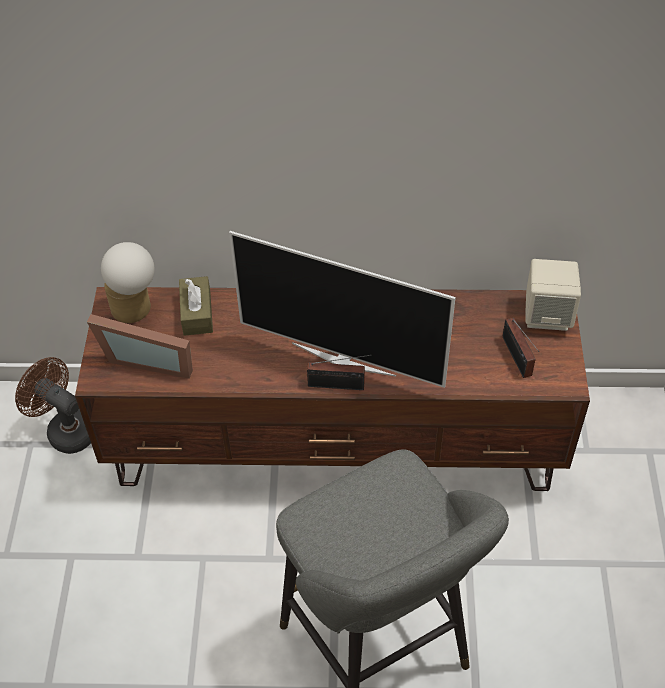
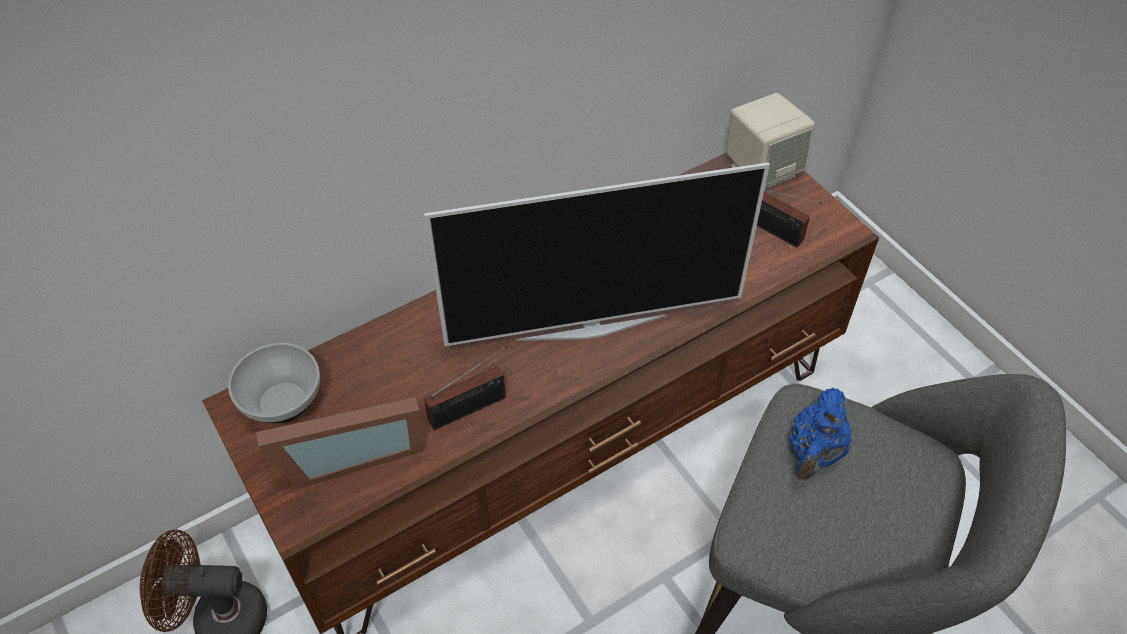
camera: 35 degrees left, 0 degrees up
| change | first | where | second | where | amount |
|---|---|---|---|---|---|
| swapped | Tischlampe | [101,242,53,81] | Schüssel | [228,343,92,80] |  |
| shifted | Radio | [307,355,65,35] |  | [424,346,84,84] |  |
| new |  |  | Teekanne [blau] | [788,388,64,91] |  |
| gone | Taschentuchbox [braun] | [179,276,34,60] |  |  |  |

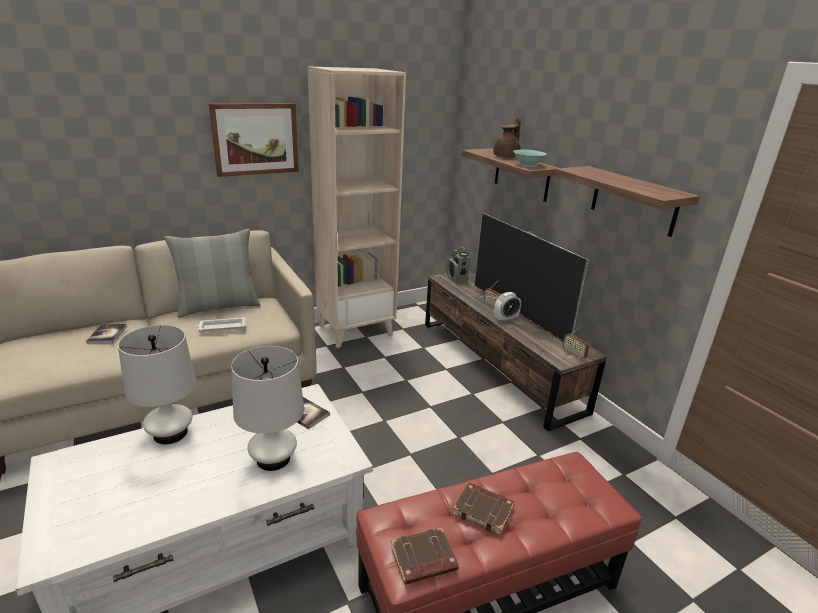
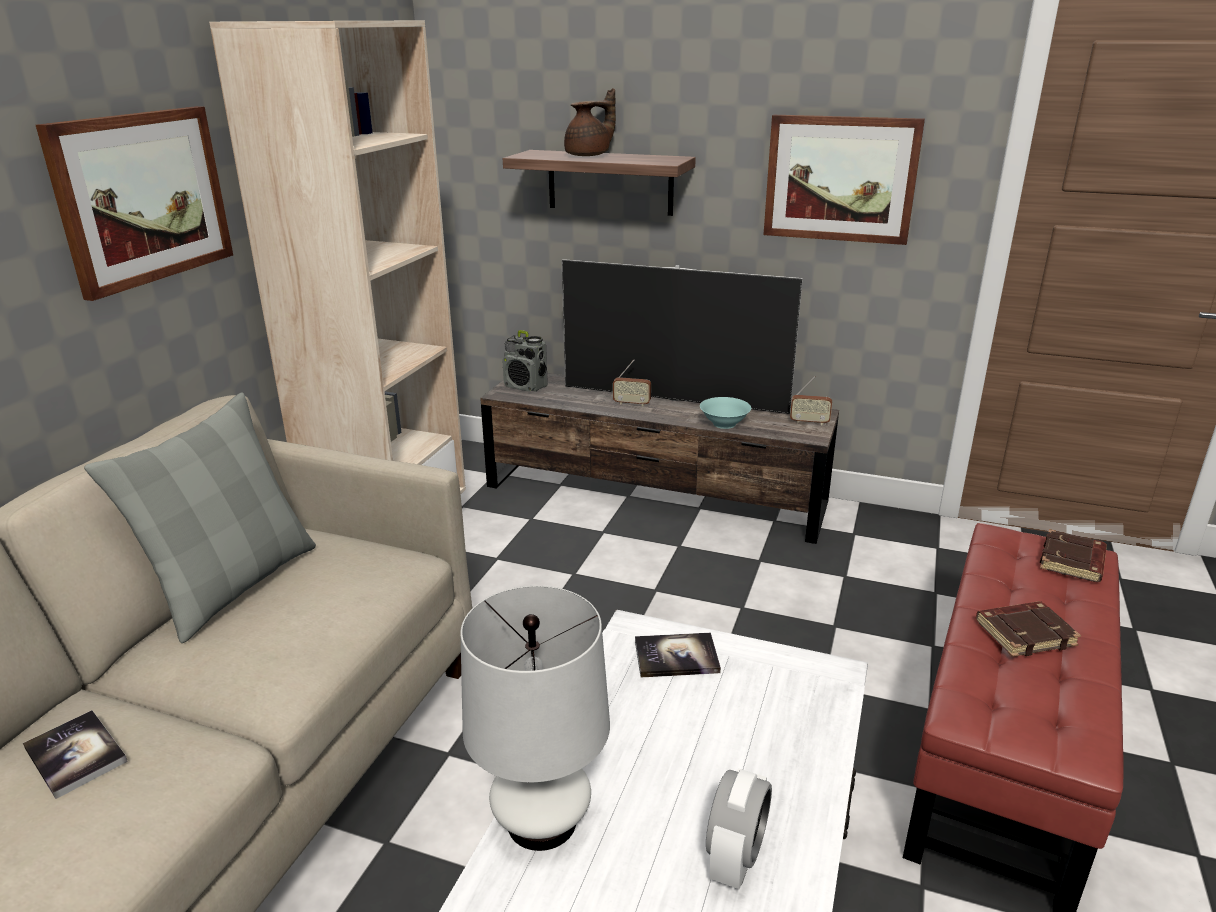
camera: 40 degrees left, 0 degrees up
| change | first | where | second | where | amount |
|---|---|---|---|---|---|
| rotated | Teekanne [braun] | [493,117,28,41] |  | [564,88,52,68] | 60 degrees clockwise |
| shifted | Schüssel [türkis] | [513,150,33,17] |  | [700,397,51,32] |  |
| shifted | Wecker | [494,292,27,30] |  | [706,768,66,121] |  |
| swapped | Wandregal | [554,166,146,71] | Bild | [763,115,162,130] |  |
| shifted | Buch [braun] | [391,528,68,57] |  | [1040,529,67,53] |  |
| gone | Tablett [weiß] | [197,317,49,15] |  |  |  |
| gone | Tischlampe [weiß] | [231,346,73,125] |  |  |  |

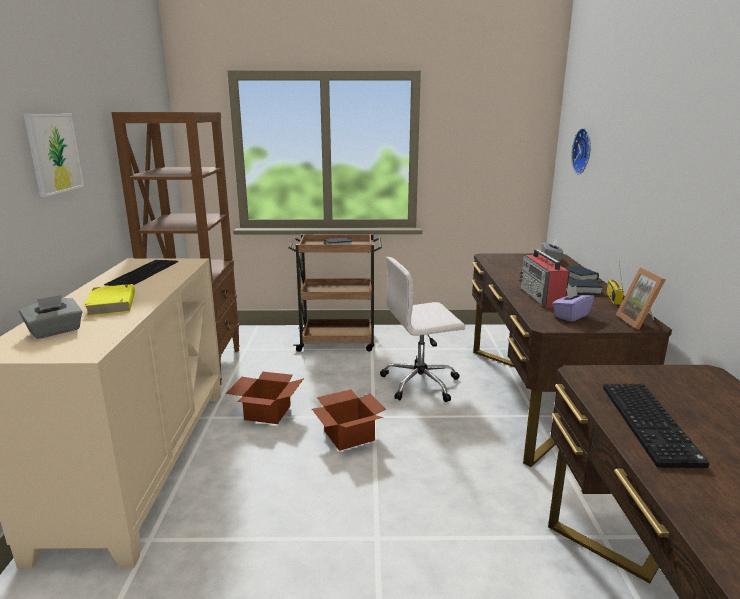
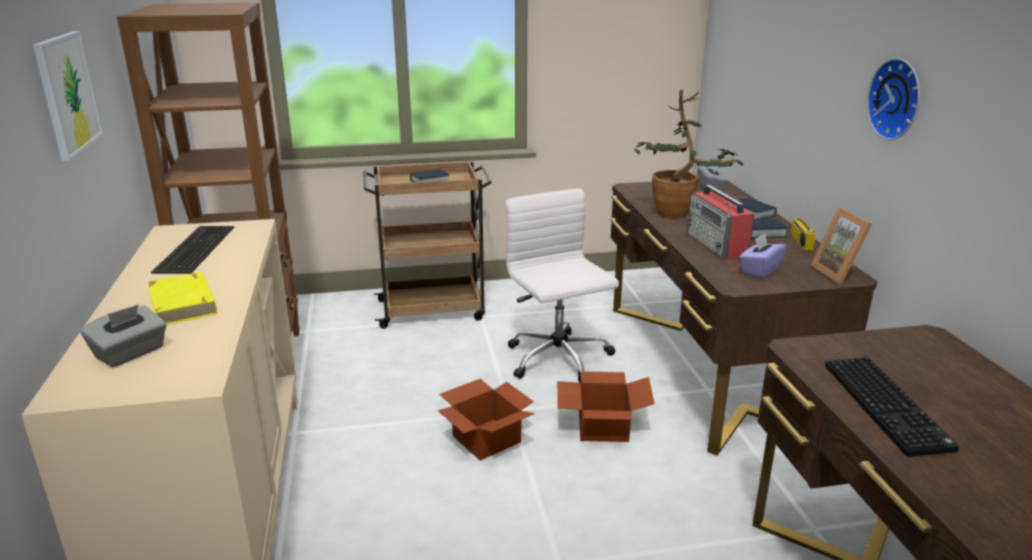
camera: 10 degrees left, 5 degrees up
| change | first | where | second | where | amount |
|---|---|---|---|---|---|
| rotated | Bürostuhl [weiß] | [380,257,85,145] |  | [506,189,113,194] | 90 degrees clockwise |
| shifted | Karton | [226,372,78,52] |  | [557,371,98,71] |  |
| new |  |  | Topfpflanze | [634,89,109,130] |  |
| shifted | Wanduhr | [571,128,20,47] |  | [867,58,53,82] |  |

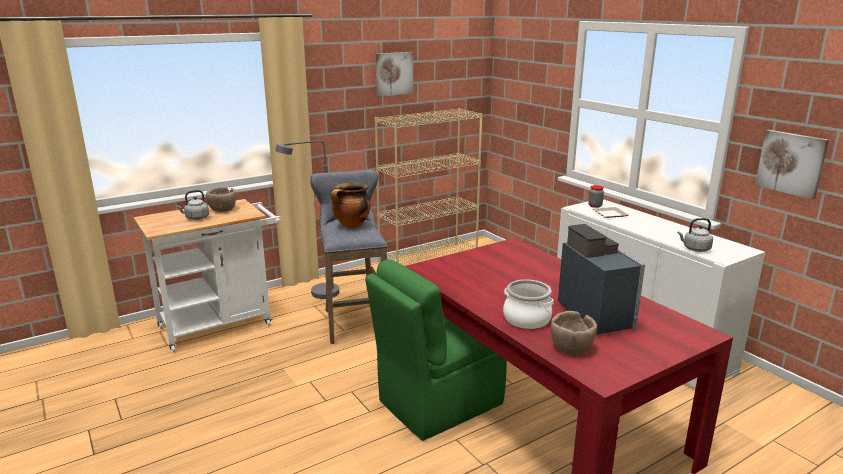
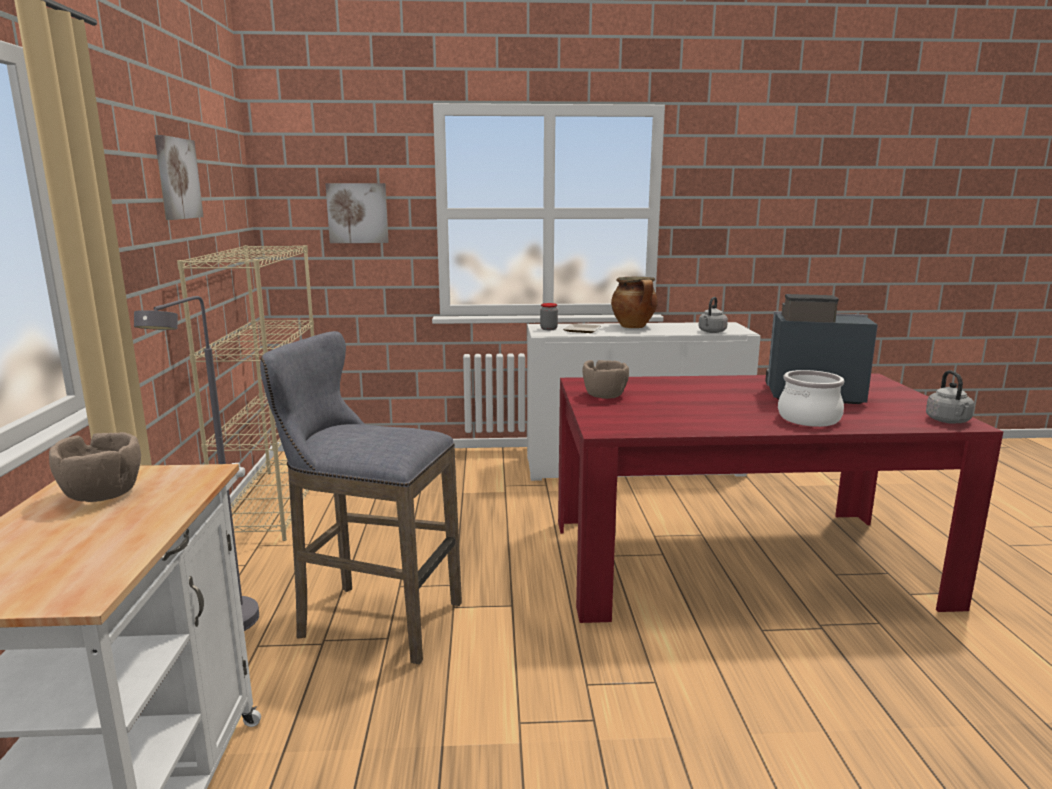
camera: 60 degrees left, 5 degrees down
| change | first | where | second | where | amount |
|---|---|---|---|---|---|
| shifted | Bild | [755,130,74,70] |  | [325,183,64,60] |  |
| shifted | Schüssel [braun] | [551,311,46,44] |  | [582,360,47,39] |  |
| shifted | Kochtopf | [331,182,40,46] |  | [611,277,47,51] |  |
| shifted | Wasserkessel [grau] | [176,190,33,30] |  | [926,370,48,54] |  |
| gone | Stuhl [grün] | [365,259,142,182] |  |  |  |

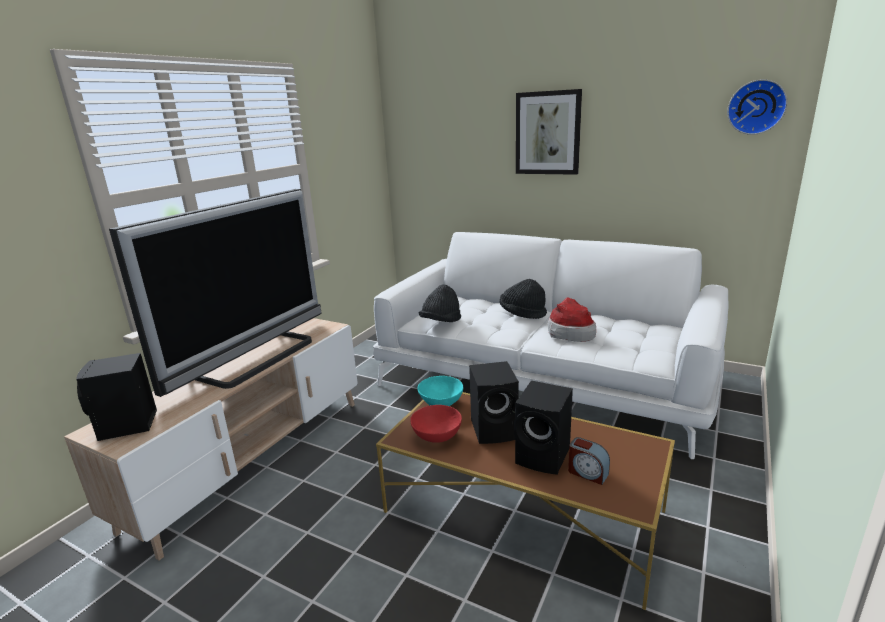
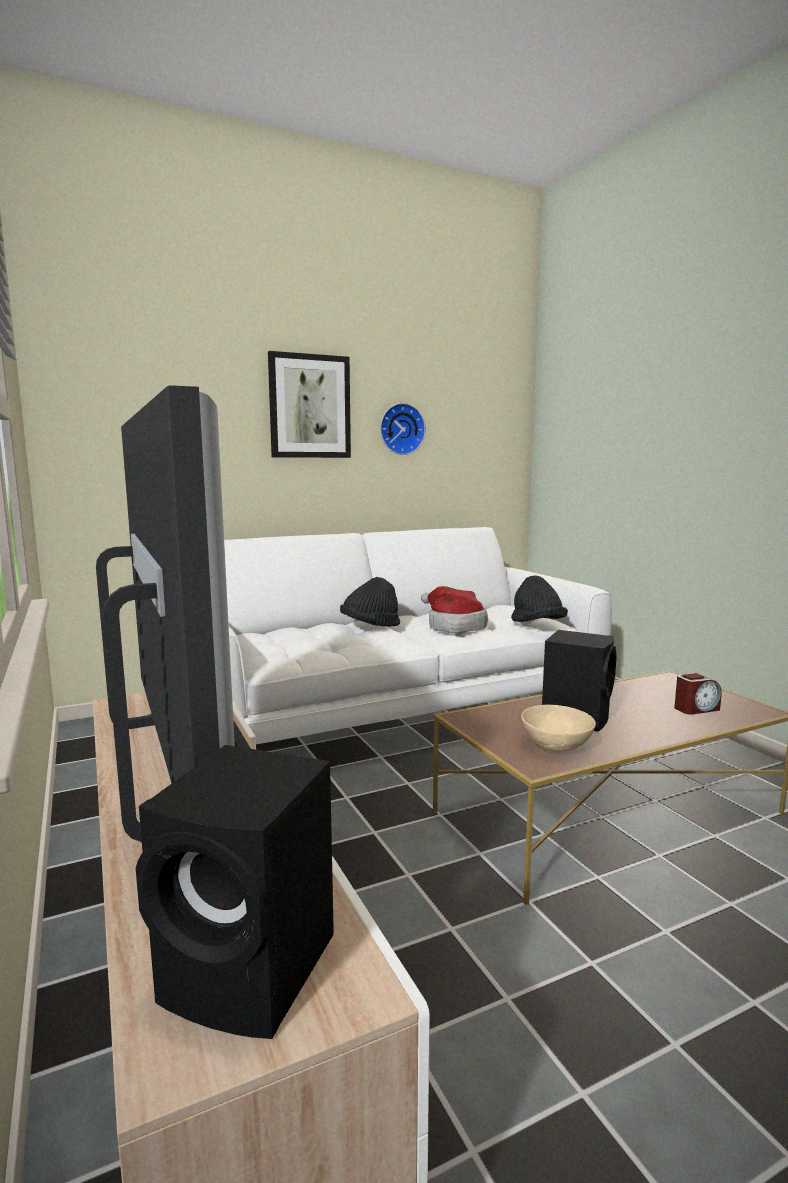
camera: 55 degrees left, 10 degrees down
| change | first | where | second | where | amount |
|---|---|---|---|---|---|
| shifted | Wanduhr | [727,79,60,56] |  | [380,403,46,52] |  |
| shifted | Hut [schwarz] | [418,284,43,38] |  | [511,575,57,47] |  |
| repainted | Schüssel [rot] | [410,405,52,38] | Schüssel [beige] | [521,705,75,47] |  |
| gone | Schüssel [türkis] | [417,376,46,30] |  |  |  |
| gone | Lautsprecher [schwarz] | [514,381,59,94] |  |  |  |

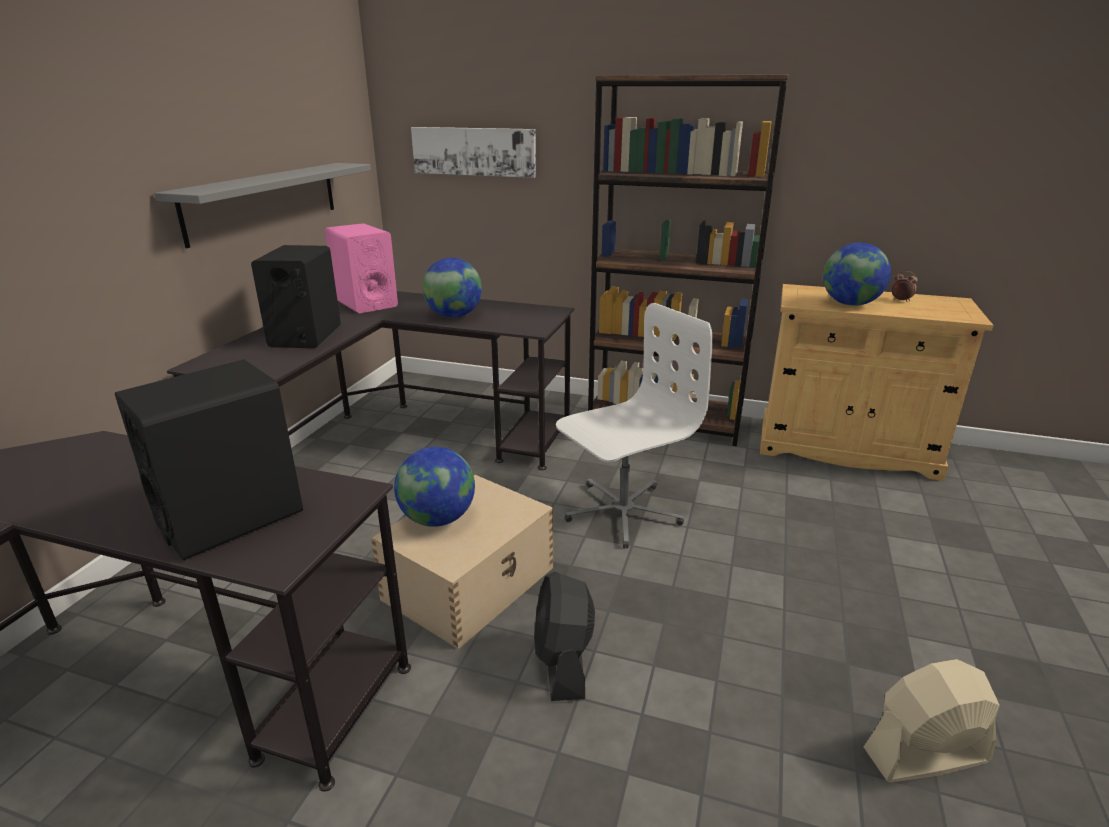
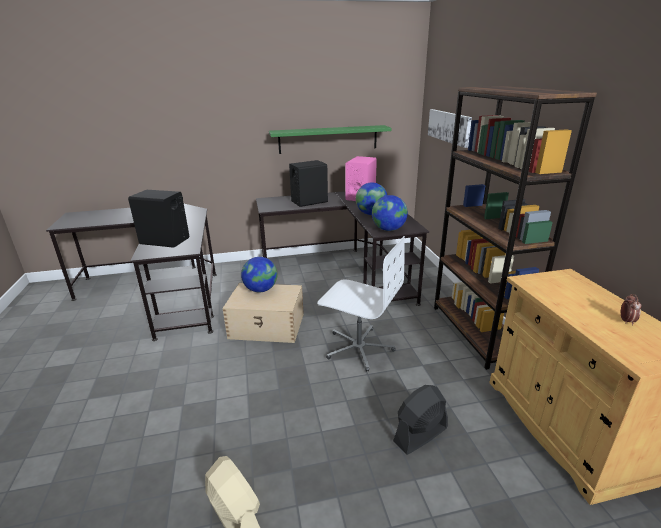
camera: 60 degrees right, 0 degrees up
| change | first | where | second | where | amount |
|---|---|---|---|---|---|
| repainted | Wandregal [grau] | [154,163,217,85] | Wandregal [grün] | [269,125,123,29] |  |
| shifted | Globus | [823,243,68,63] |  | [372,195,36,36] |  |
| shifted | Ventilator [schwarz] | [534,571,61,130] |  | [393,385,55,70] |  |

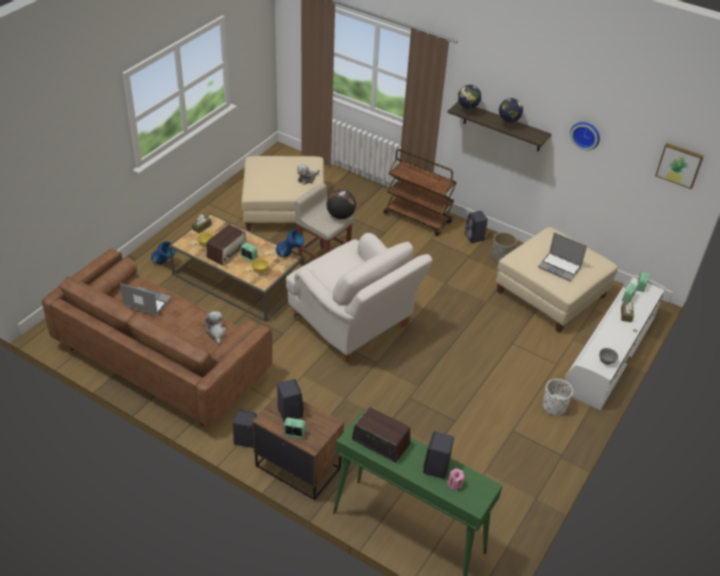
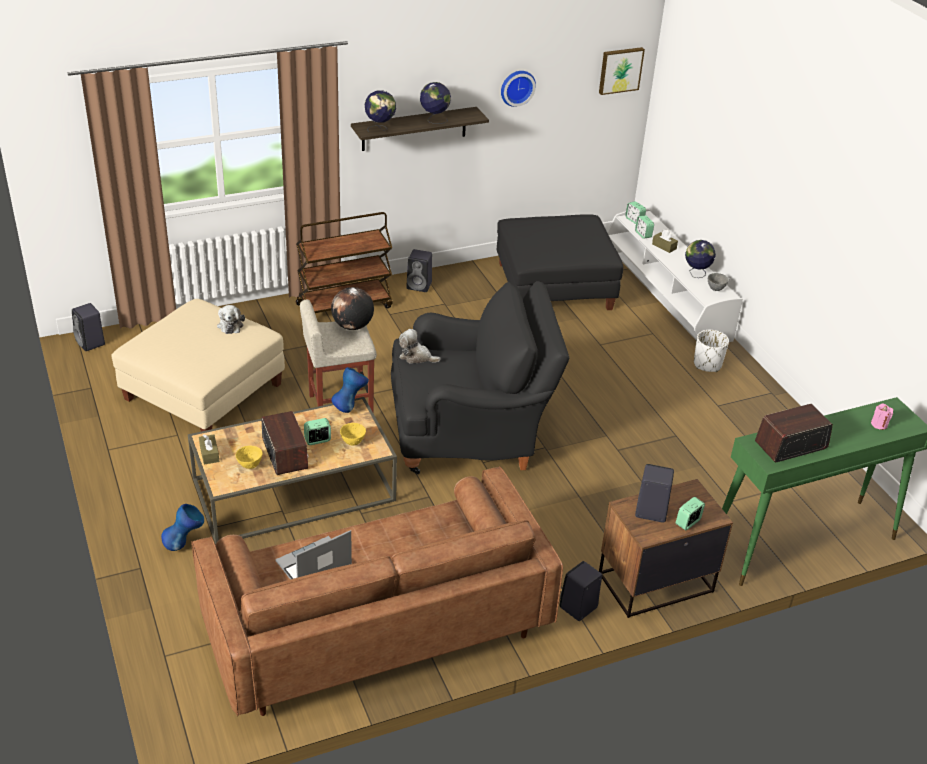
camera: 55 degrees left, 5 degrees down
| change | first | where | second | where | amount |
|---|---|---|---|---|---|
| shifted | Lautsprecher [schwarz] | [423,431,31,48] |  | [72,303,33,48] |  |
| repainted | Sessel [weiß] | [286,233,146,130] | Sessel [schwarz] | [391,281,178,193] |  |
| shifted | Plüschtier | [203,311,23,34] |  | [399,329,42,35] |  |
| repainted | Polsterhocker [beige] | [496,227,122,106] | Polsterhocker [schwarz] | [497,214,126,96] |  |
| new |  |  | Globus | [685,240,31,38] |  |
| gone | Pflanzkübel [grau] | [492,232,25,30] |  |  |  |
| gone | Laptop | [538,232,49,49] |  |  |  |

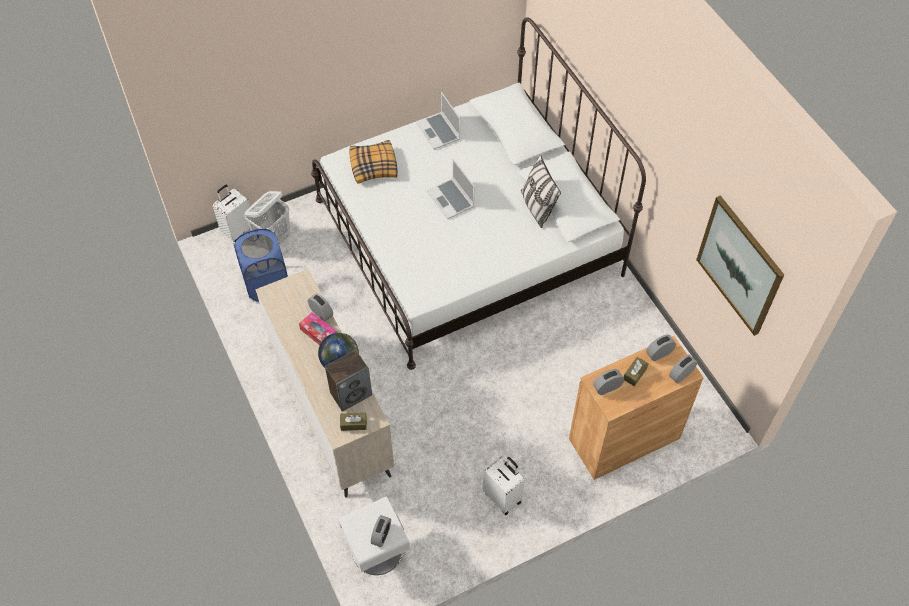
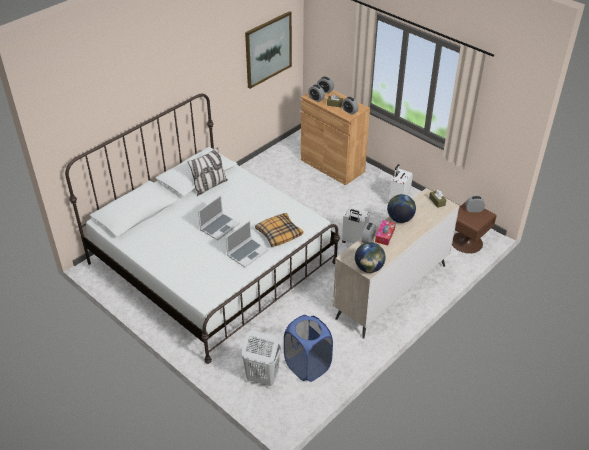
camera: 110 degrees left, 15 degrees down
| change | first | where | second | where | amount |
|---|---|---|---|---|---|
| shifted | Laptop | [416,92,44,58] |  | [226,220,42,47] |  |
| shifted | Kissen | [349,140,49,44] |  | [255,213,48,34] |  |
| shifted | Koffer [weiß] | [213,185,40,57] |  | [342,207,28,37] |  |
| new |  |  | Globus | [355,242,30,31] |  |
| repainted | Nachttisch [weiß] | [338,496,72,79] | Nachttisch [braun] | [452,202,45,51] |  |
| gone | Lautsprecher | [325,350,47,62] |  |  |  |

